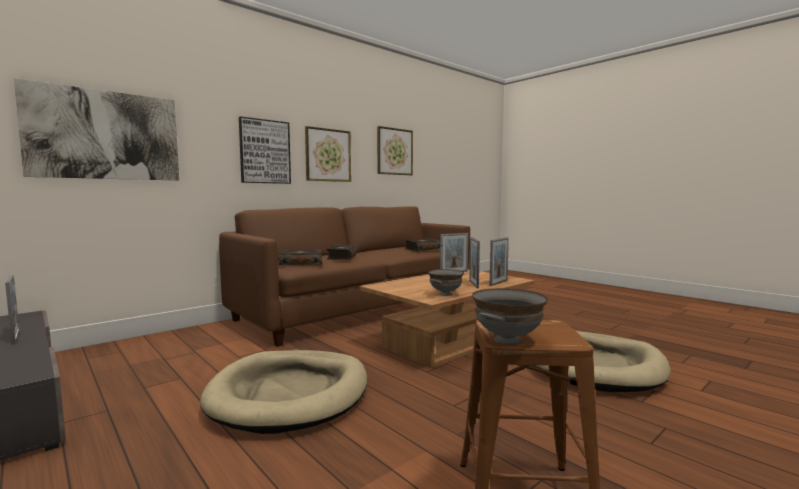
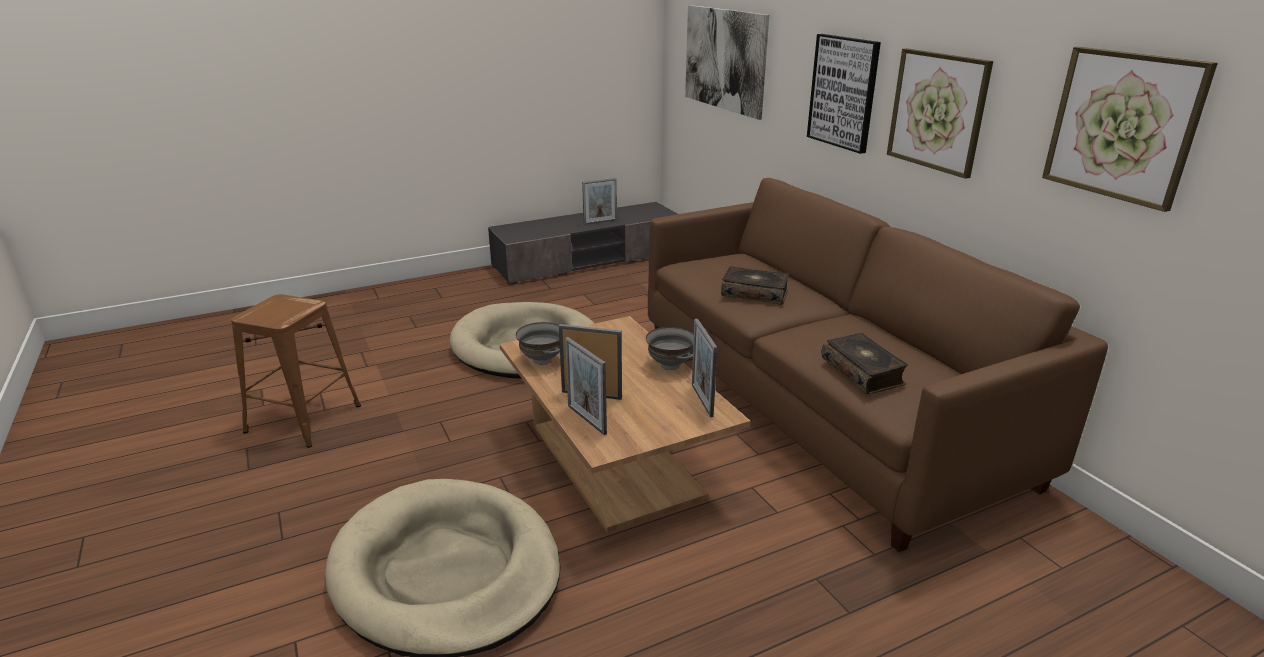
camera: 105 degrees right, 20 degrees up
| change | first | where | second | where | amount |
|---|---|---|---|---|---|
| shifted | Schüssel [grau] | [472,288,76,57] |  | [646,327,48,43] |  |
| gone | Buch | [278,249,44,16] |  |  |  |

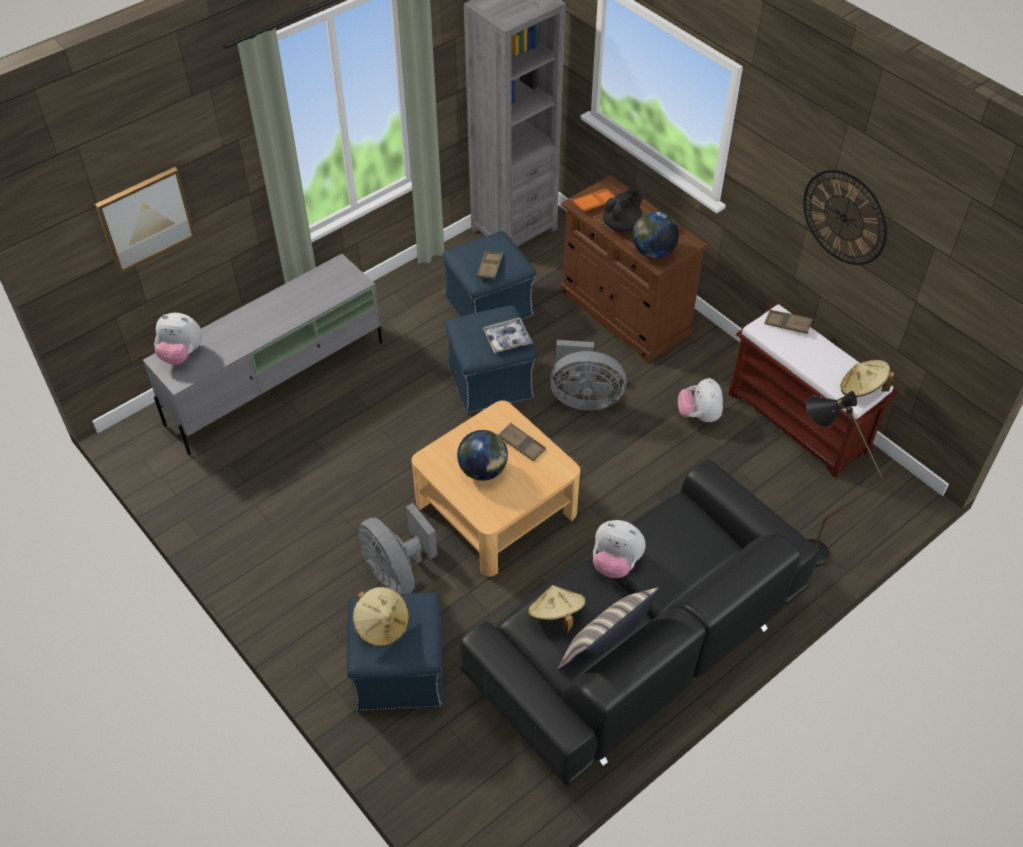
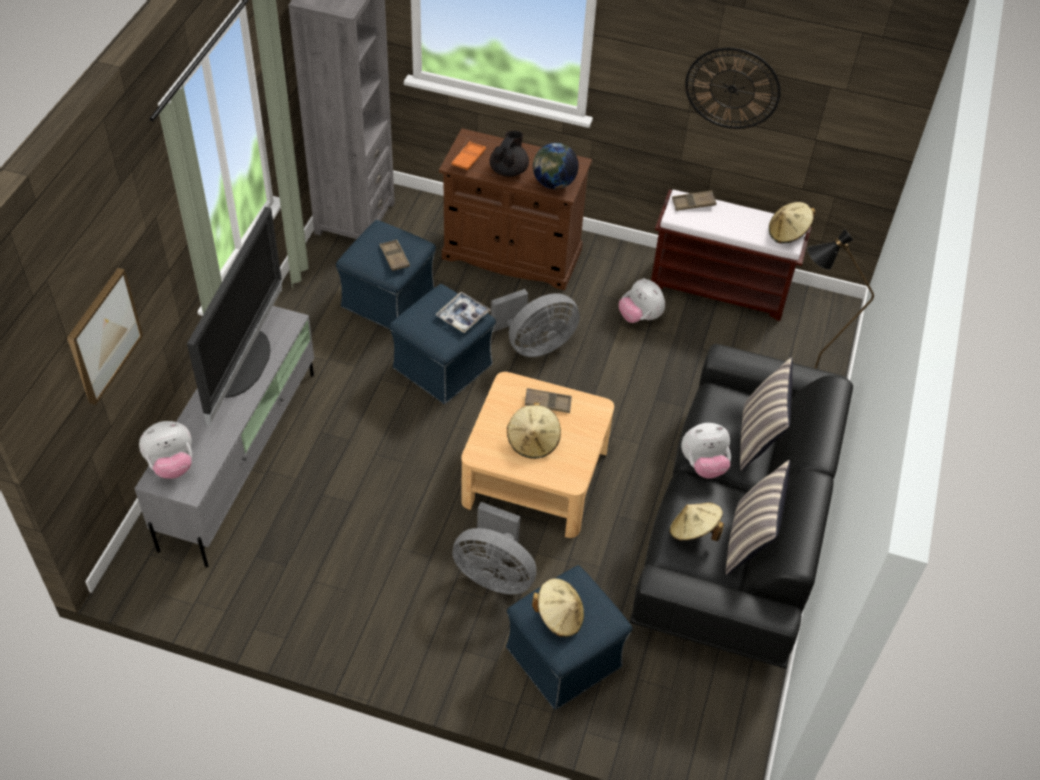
camera: 35 degrees left, 0 degrees up
| change | first | where | second | where | amount |
|---|---|---|---|---|---|
| new |  |  | Fernseher | [187,207,95,219] |  |
| swapped | Globus | [457,430,51,51] | Hut [beige] | [507,402,54,57] |  |
| new |  |  | Kissen | [740,357,53,114] |  |

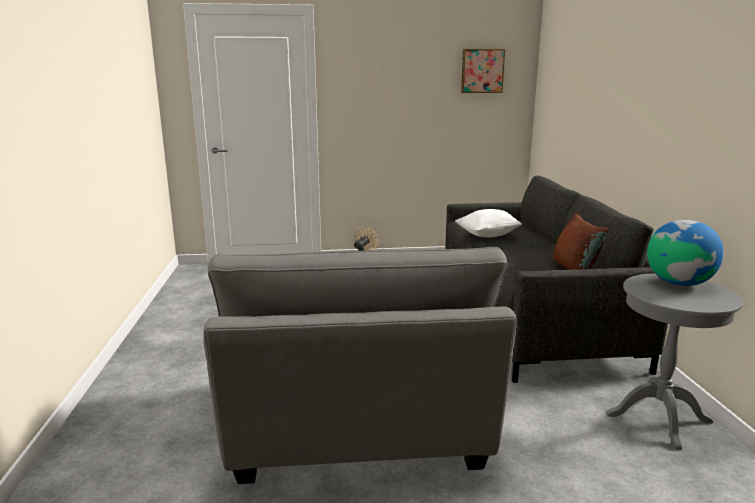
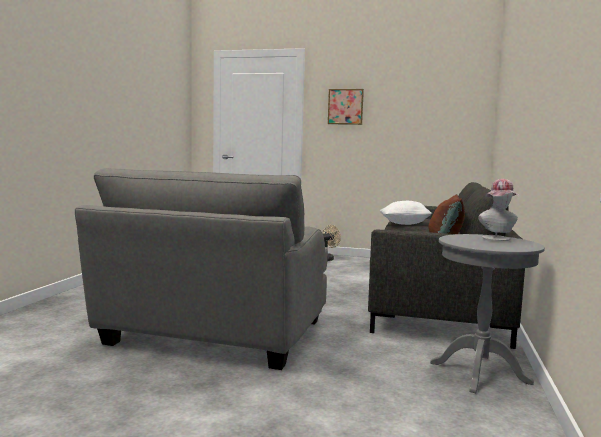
camera: 20 degrees right, 10 degrees down
| change | first | where | second | where | amount |
|---|---|---|---|---|---|
| shifted | Bild | [461,49,44,44] |  | [328,89,36,36] |  |
| swapped | Globus | [647,220,77,66] | Hut | [478,179,41,62] |  |

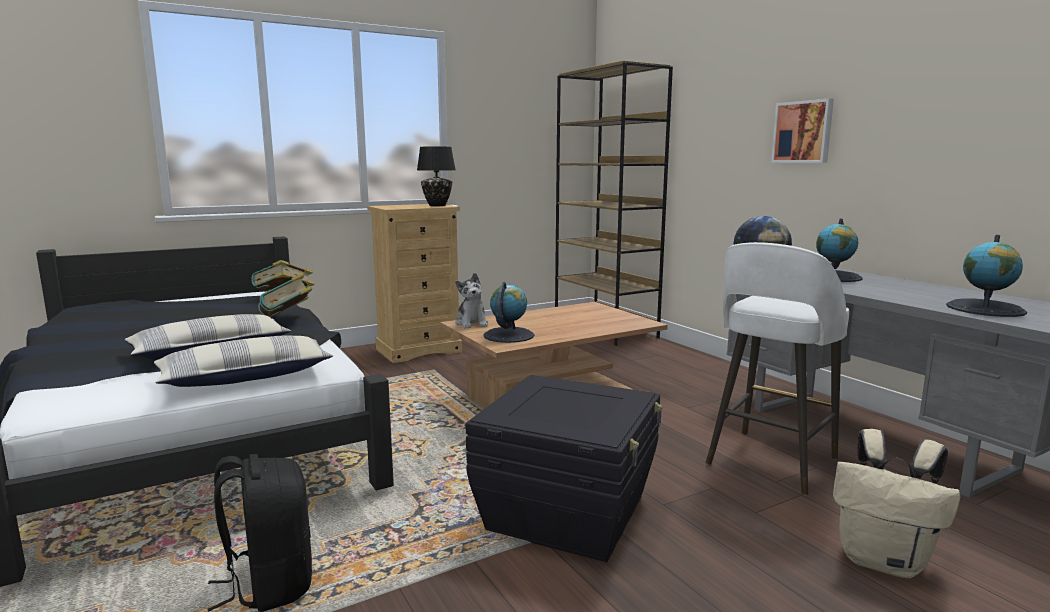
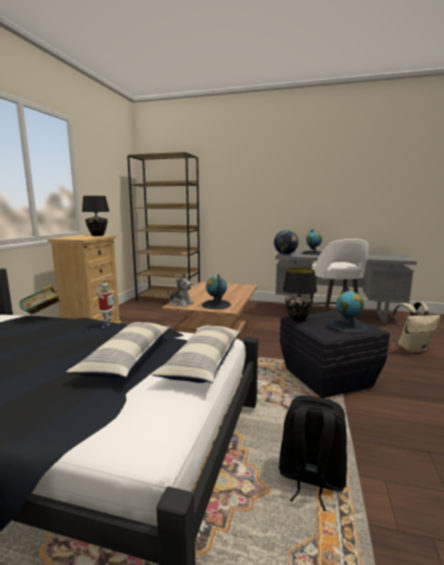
camera: 45 degrees left, 0 degrees up
| change | first | where | second | where | amount |
|---|---|---|---|---|---|
| swapped | Buch | [258,273,54,45] | Spielzeugroboter | [97,279,19,49] |  |
| new |  |  | Tischlampe [schwarz] | [282,268,35,54] |  |
| shifted | Globus | [946,235,81,82] |  | [329,287,38,47] |  |
| gone | Bild | [771,99,63,64] |  |  |  |

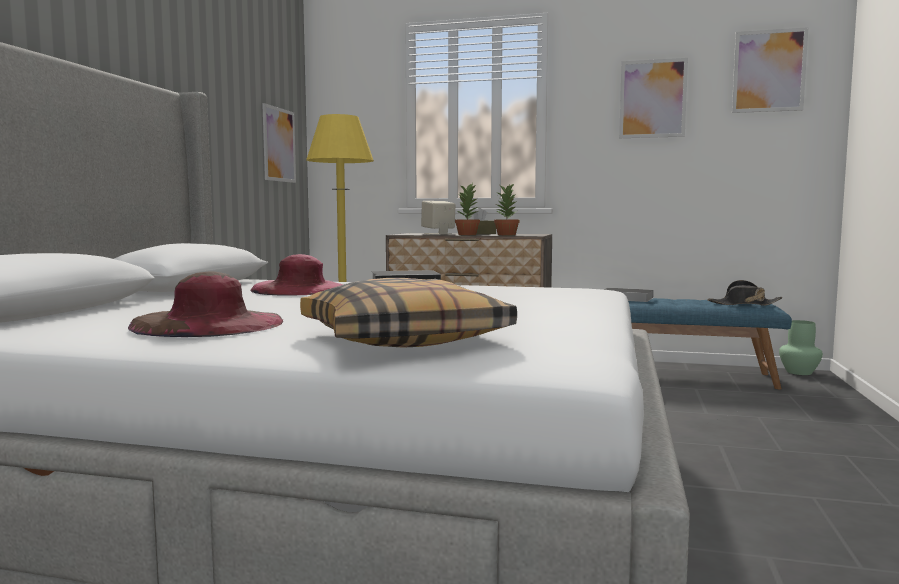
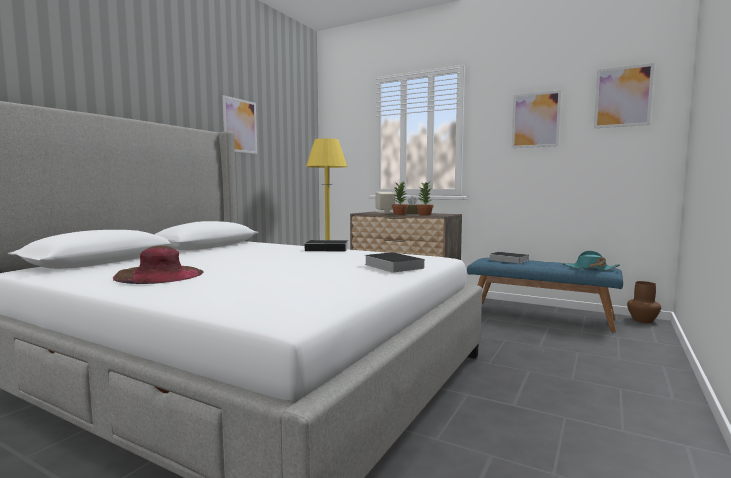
camera: 15 degrees right, 0 degrees up
| change | first | where | second | where | amount |
|---|---|---|---|---|---|
| shifted | Bild | [262,103,34,80] |  | [222,95,35,59] |  |
| new |  |  | Buch | [364,252,60,21] |  |
| repainted | Hut [schwarz] | [708,280,74,26] | Hut [türkis] | [563,251,57,19] |  |
| repainted | Vase [grün] | [779,320,44,55] | Vase [braun] | [627,281,34,42] |  |
| gone | Hut [rosa] | [251,254,92,41] |  |  |  |
| gone | Kissen | [300,278,217,70] |  |  |  |

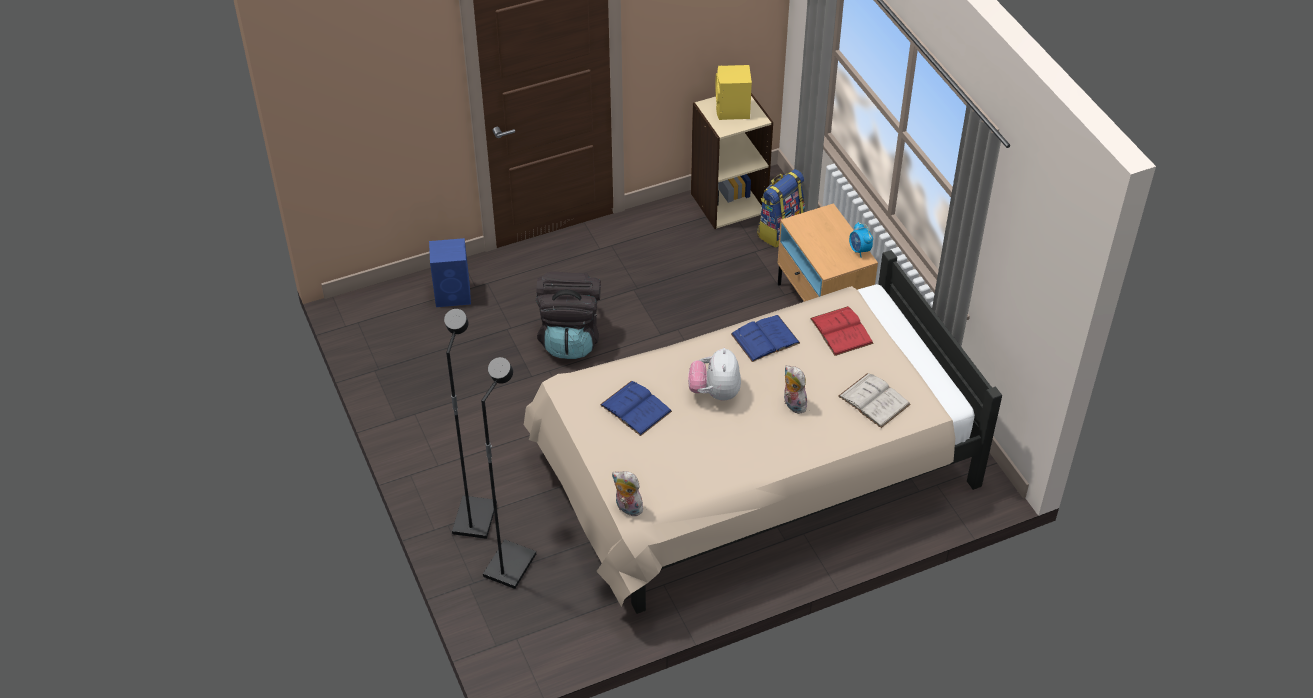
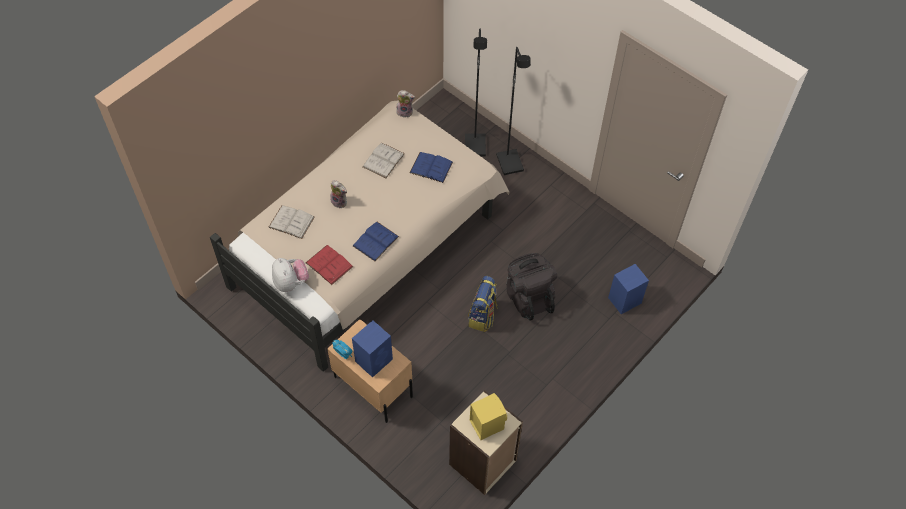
camera: 155 degrees right, 10 degrees up
| change | first | where | second | where | amount |
|---|---|---|---|---|---|
| shifted | Plüschtier | [688,348,53,53] |  | [272,258,37,34] |  |
| new |  |  | Lautsprecher [blau] | [352,320,41,58] |  |
| new |  |  | Buch [weiß] | [363,143,42,35] |  |
| shifted | Rucksack | [757,169,48,79] |  | [468,276,30,56] |  |

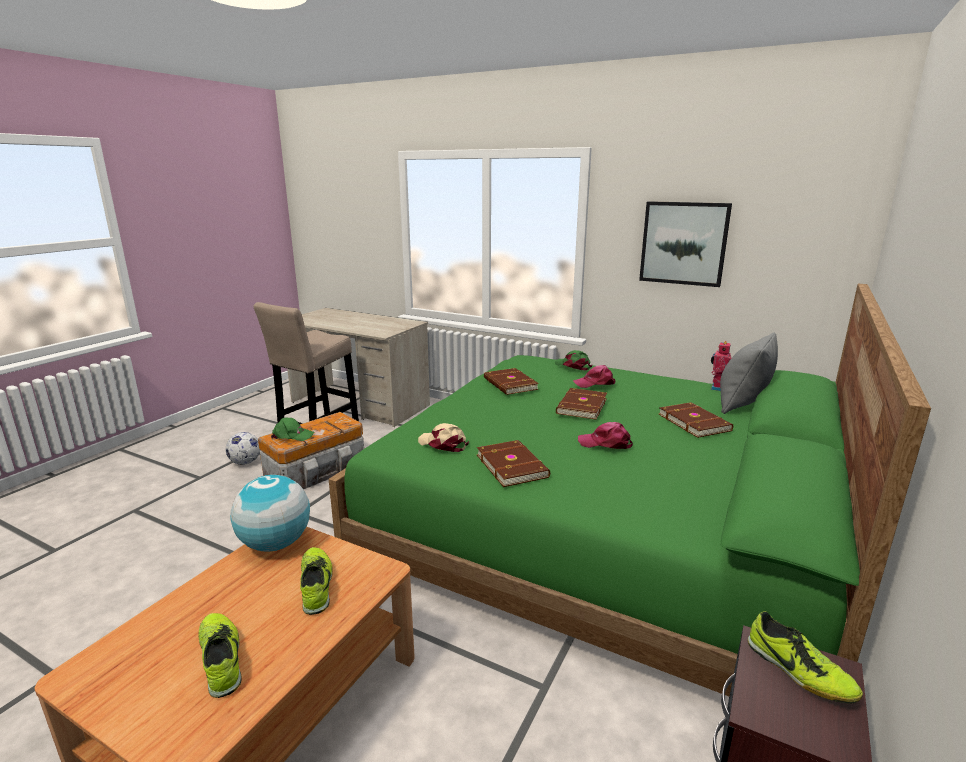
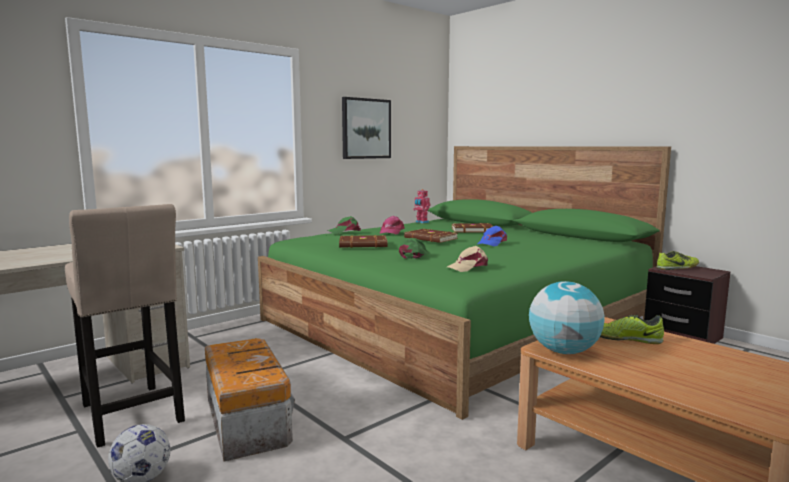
camera: 70 degrees left, 10 degrees down
| change | first | where | second | where | amount |
|---|---|---|---|---|---|
| shifted | Kappe [grün] | [271,418,43,23] |  | [399,238,31,21] |  |
| repainted | Kappe [rosa] | [578,422,55,27] | Kappe [blau] | [478,226,29,20] |  |
| gone | Schuh | [199,613,42,85] |  |  |  |
| gone | Buch [braun] | [477,440,73,47] |  |  |  |
| gone | Kissen [grau] | [720,332,58,82] |  |  |  |

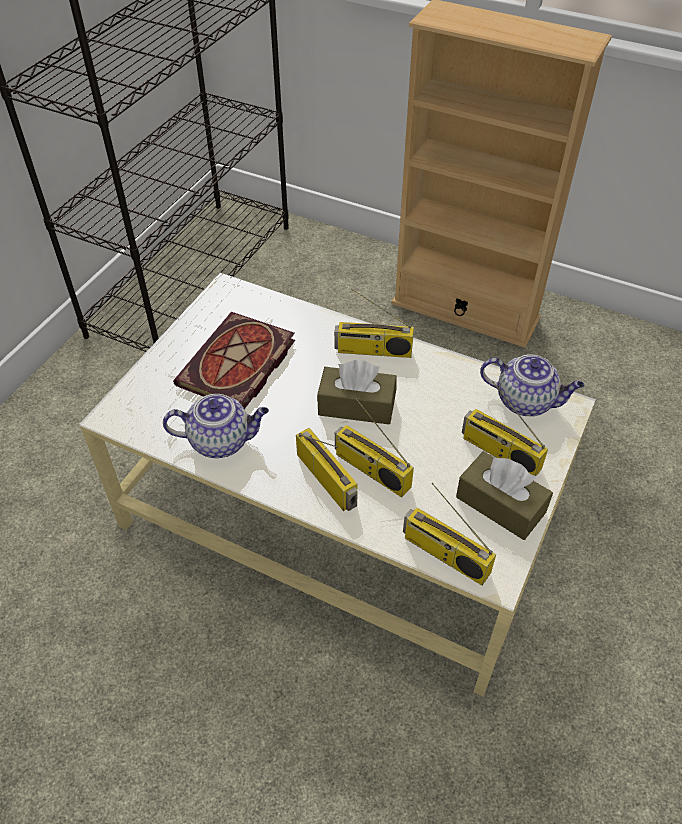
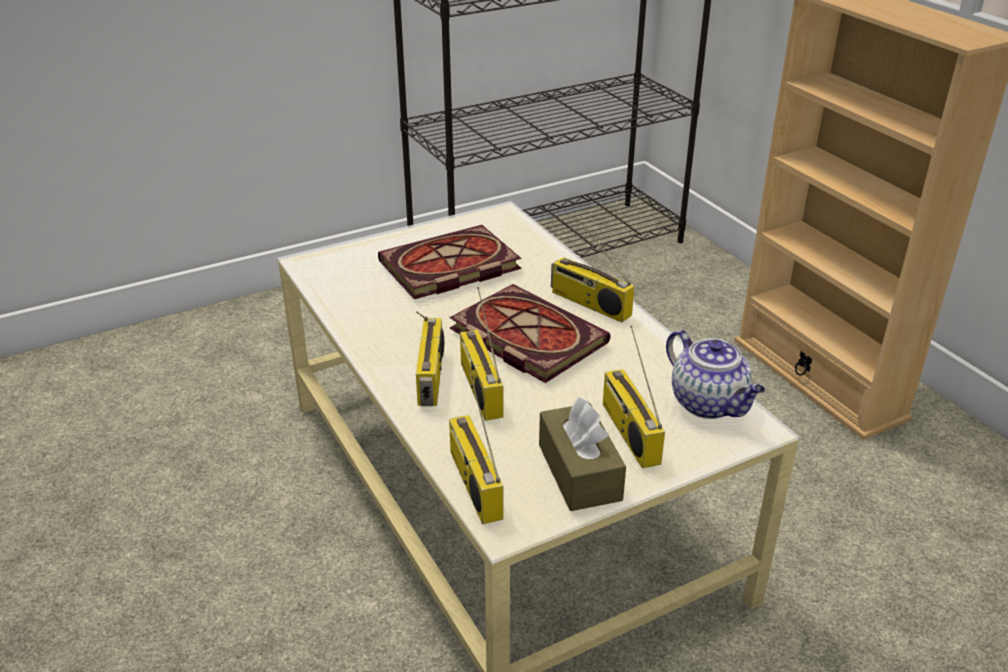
camera: 35 degrees right, 15 degrees down
| change | first | where | second | where | amount |
|---|---|---|---|---|---|
| swapped | Taschentuchbox [braun] | [317,360,80,65] | Buch | [449,284,162,99] |  |
| gone | Teekanne | [163,394,106,64] |  |  |  |

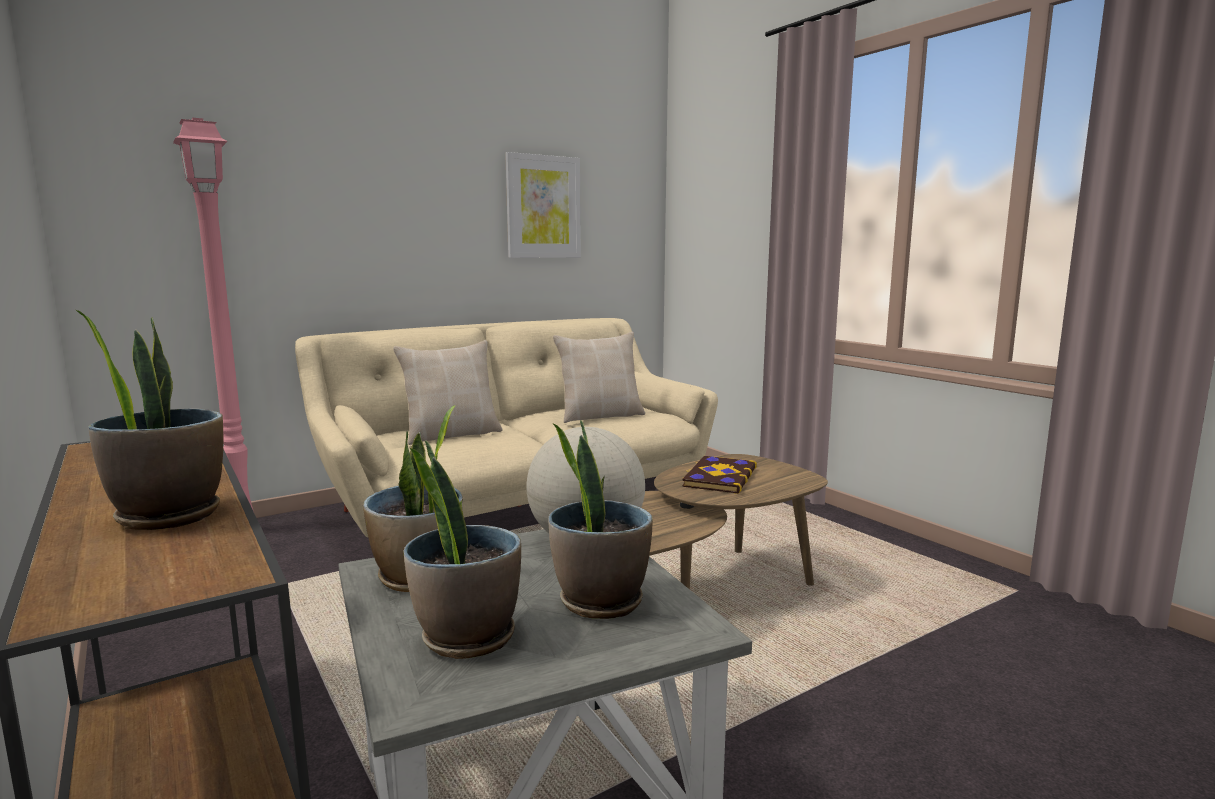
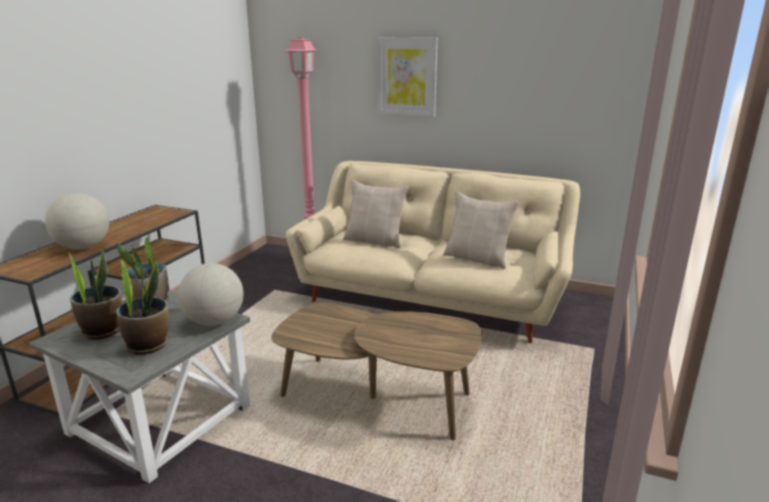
camera: 55 degrees right, 10 degrees up
| change | first | where | second | where | amount |
|---|---|---|---|---|---|
| swapped | Topfpflanze | [75,309,149,221] | Globus | [45,193,64,56] |  |
| shifted | Bild | [505,152,76,106] |  | [378,37,60,80] |  |
| gone | Buch | [682,456,75,38] |  |  |  |

